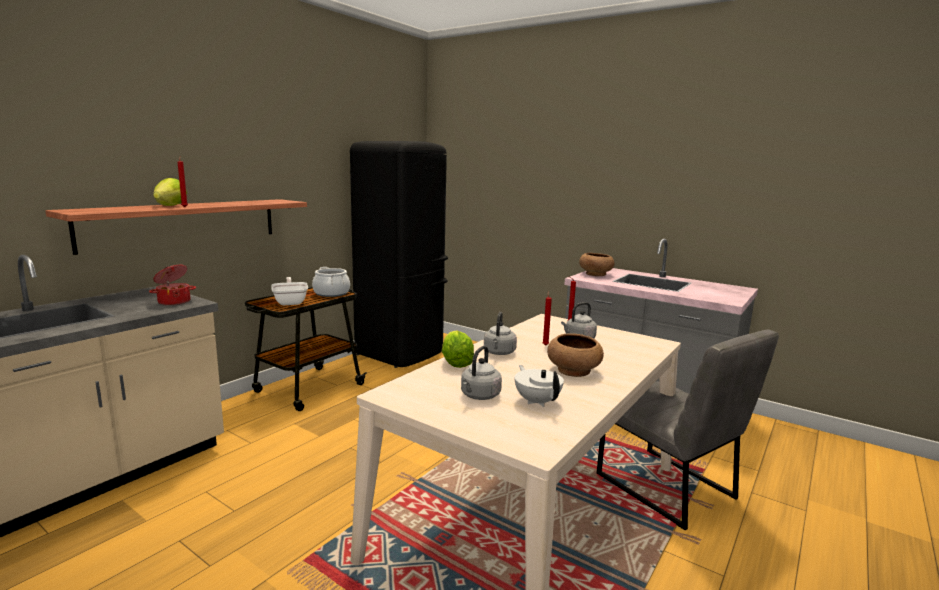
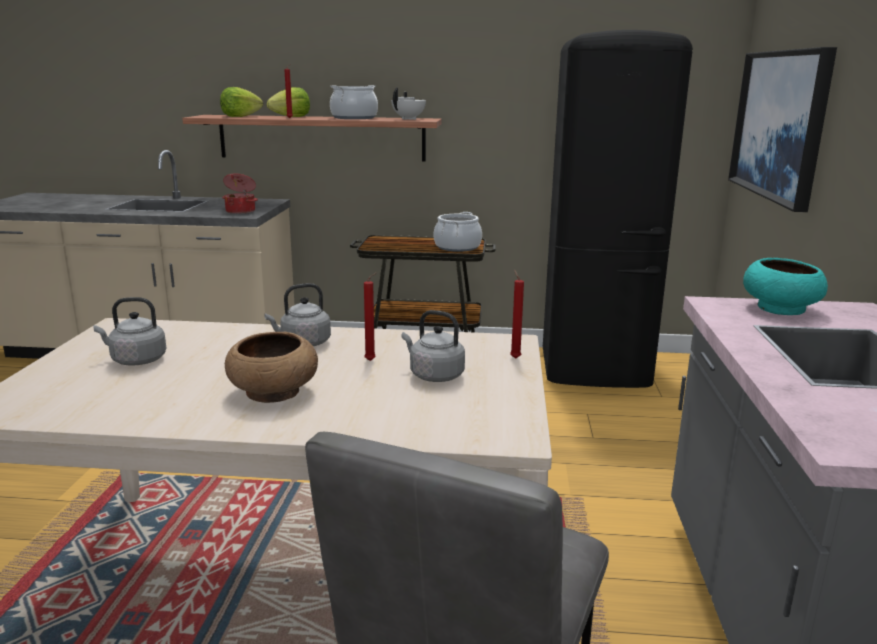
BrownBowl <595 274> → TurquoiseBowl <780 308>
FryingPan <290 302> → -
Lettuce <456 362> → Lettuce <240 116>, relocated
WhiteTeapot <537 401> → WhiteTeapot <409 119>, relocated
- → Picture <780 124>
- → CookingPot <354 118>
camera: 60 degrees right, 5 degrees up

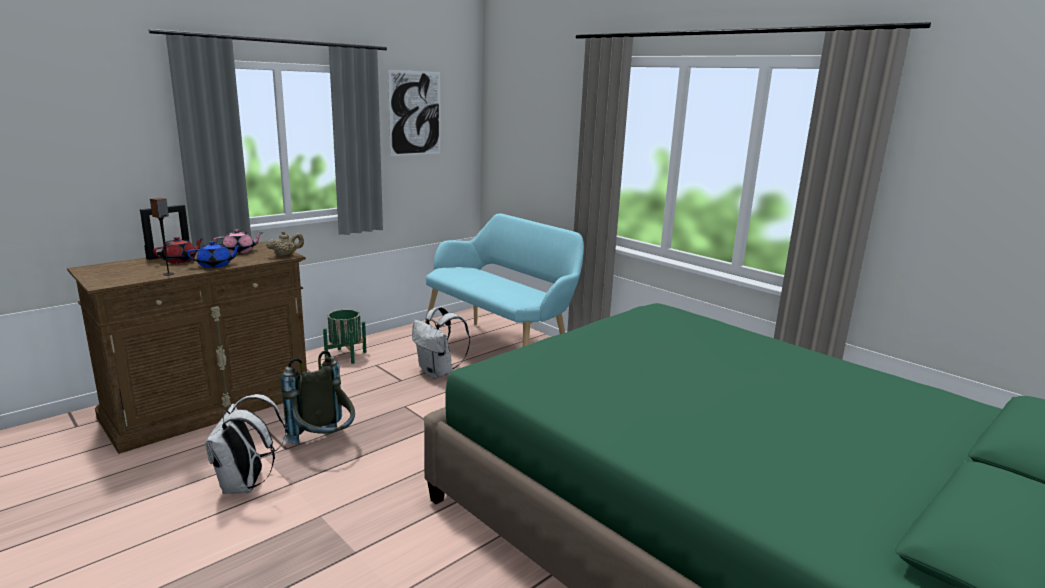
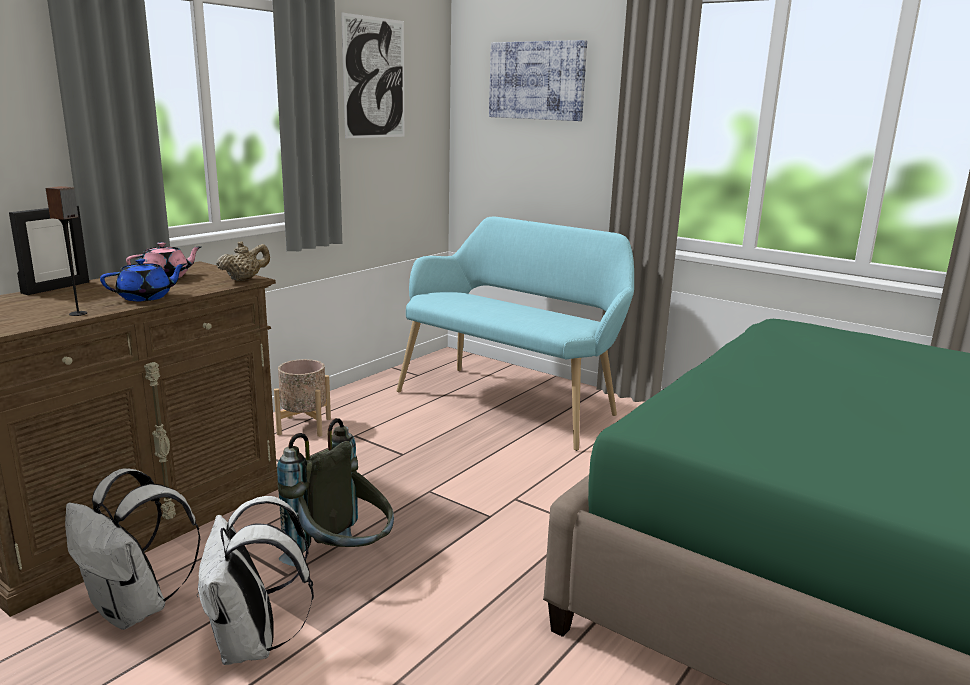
RedTeapot <180 260> → -
WhiteBackpack <438 372> → WhiteBackpack <135 609>, relocated
GreenPlanter <345 356> → BeigePlanter <304 426>
- → Picture <537 80>
camera: 10 degrees left, 0 degrees up

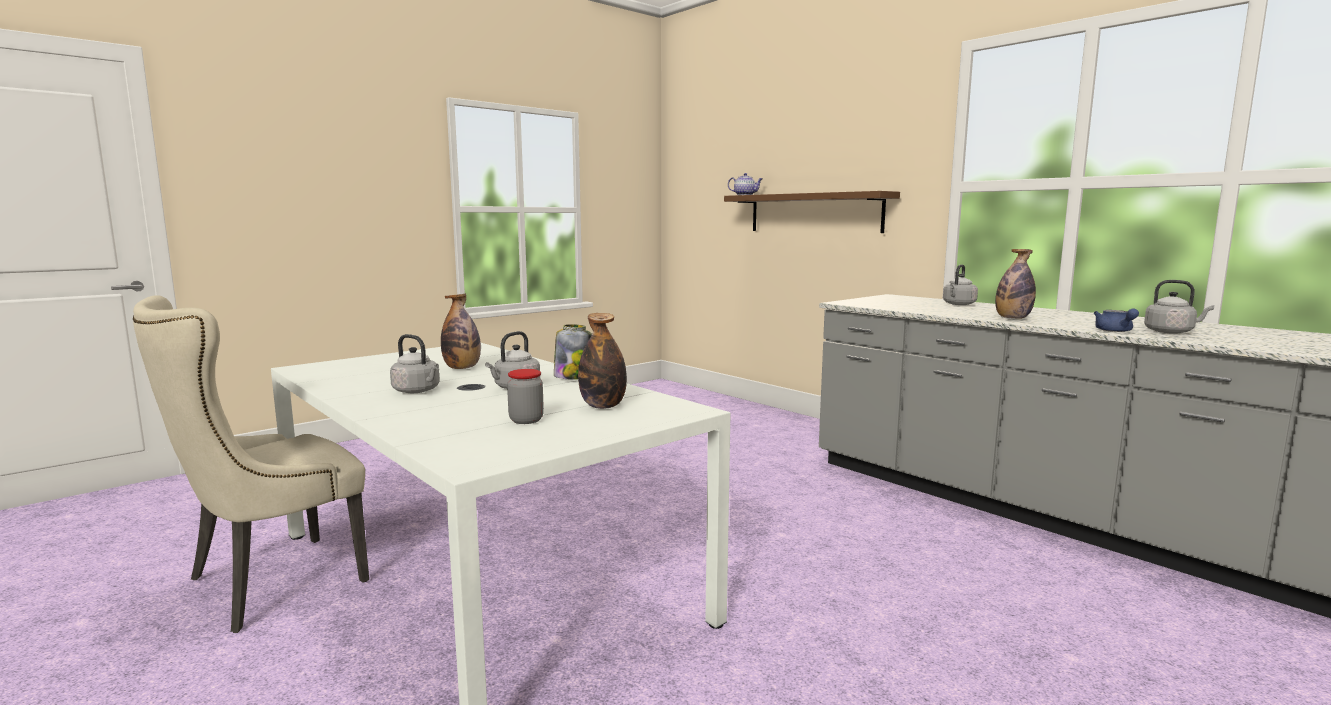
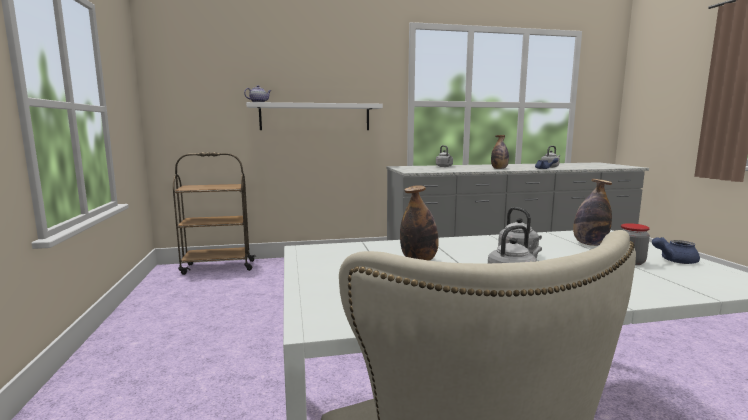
BrownShelf <814 213> → WhiteShelf <315 117>
Jar <572 377> → -
- → BrownCart <217 267>
- → BlueTeapot <673 260>
camera: 60 degrees left, 0 degrees up

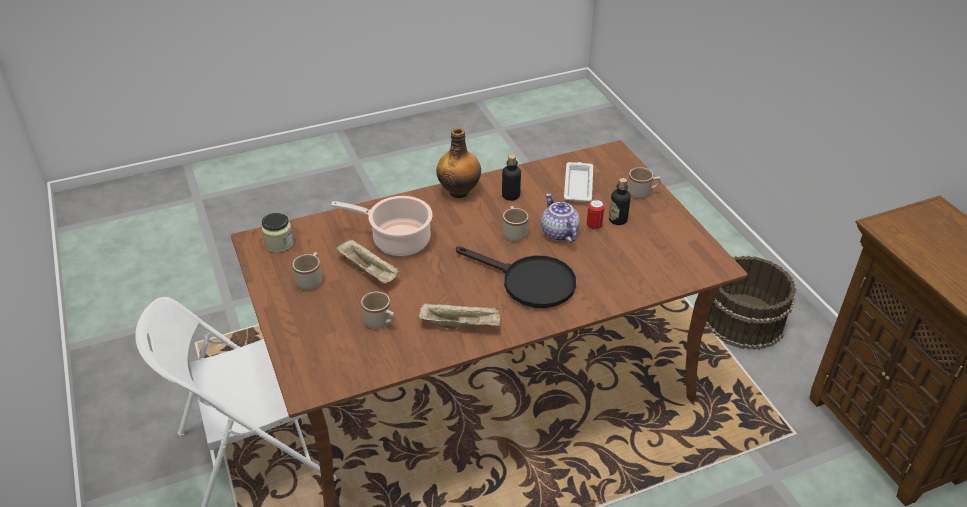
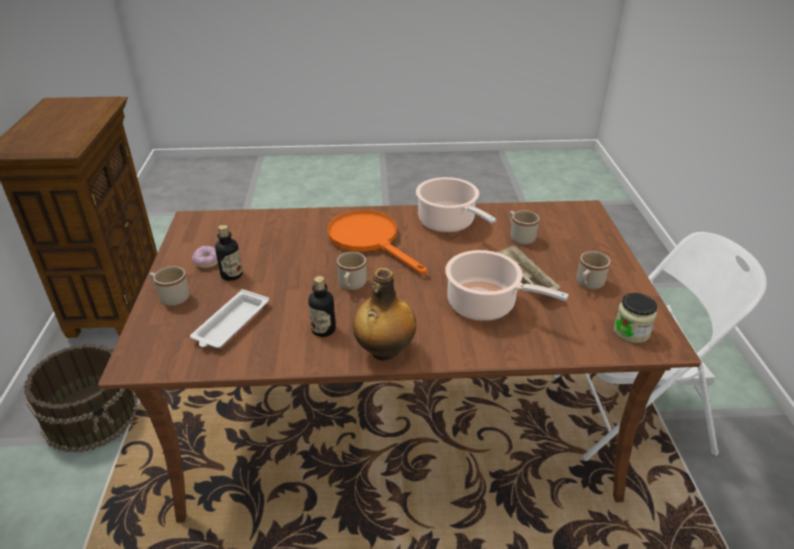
Teapot <558 233> → -
Can <594 227> → -
BlackFryingPan <529 282> → OrangeFryingPan <370 240>
BeigeTray <461 324> → CookingPot <448 223>
- → Donut <207 262>
camera: 160 degrees left, 5 degrees down

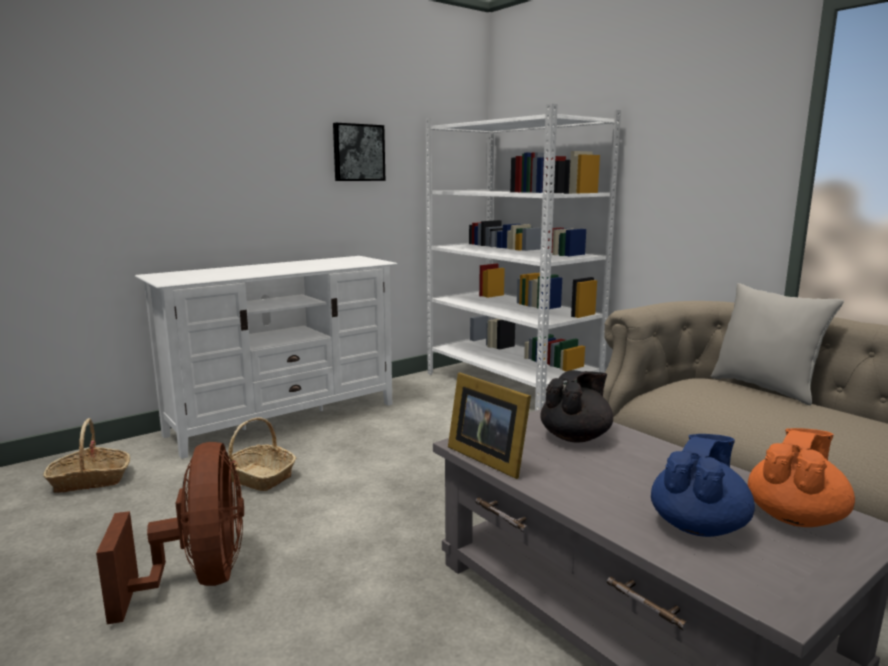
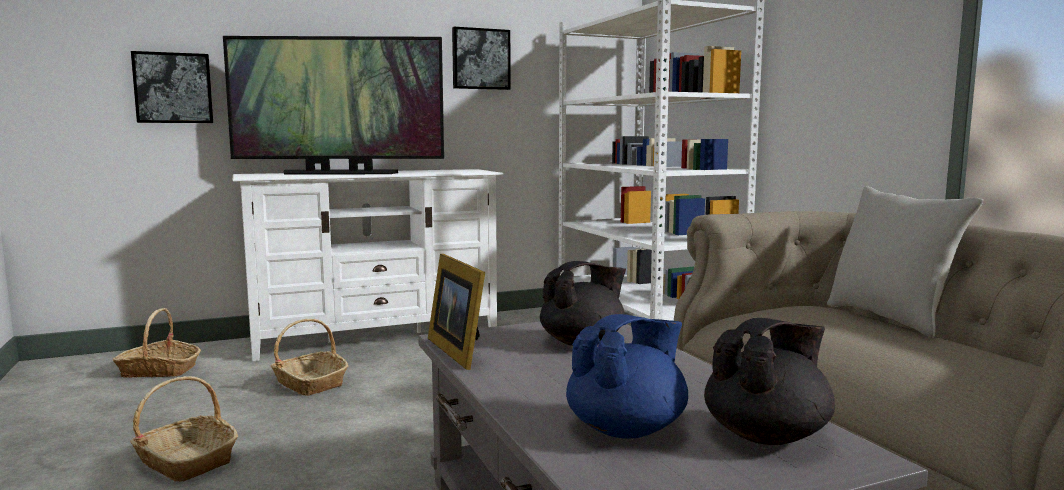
OrangeTeapot <795 517> → BlackTeapot <767 435>
BrownFan <199 578> → Basket <185 461>
- → Television <339 173>
- → Picture <173 88>
camera: 15 degrees right, 5 degrees down

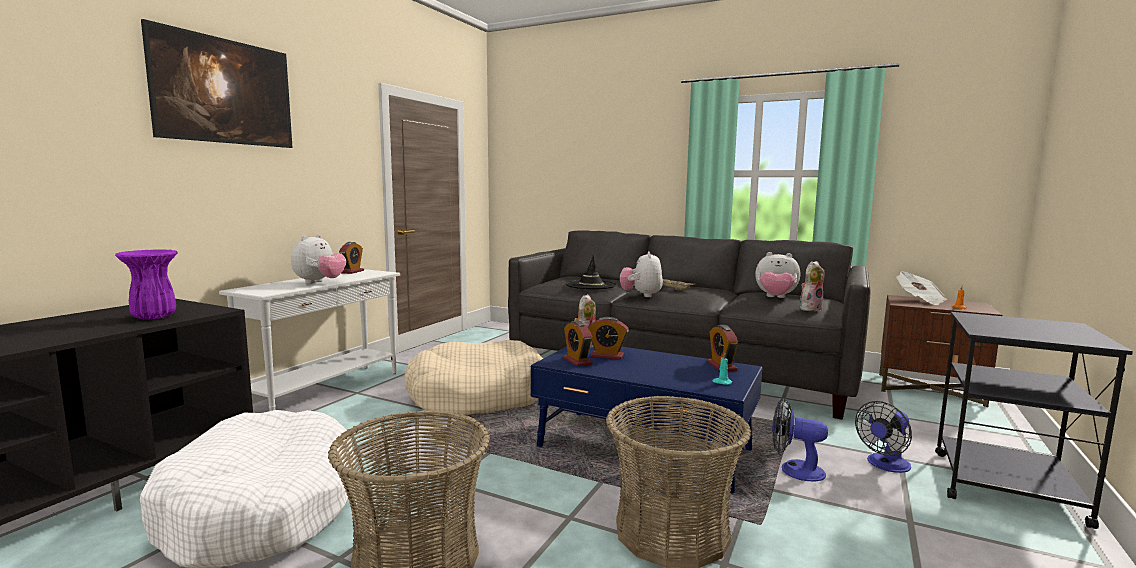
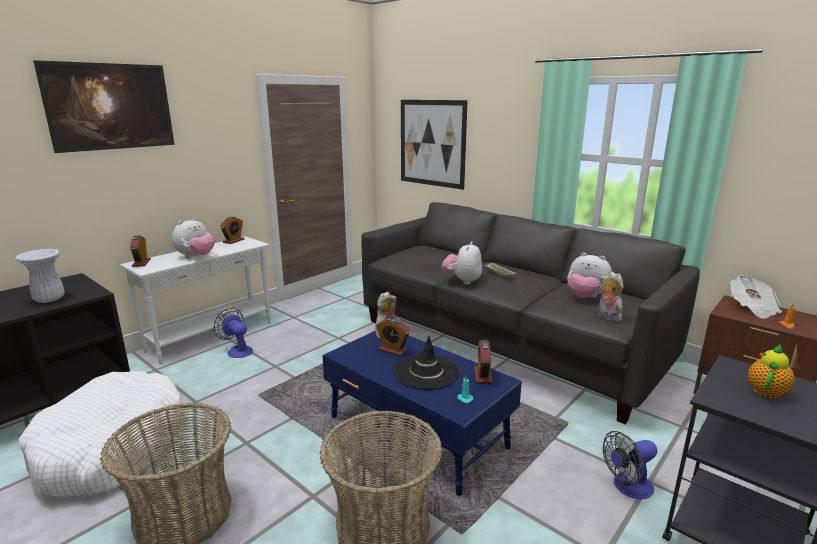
PurpleVase <154 317> → WhiteVase <50 299>
BlackHat <590 285> → BlackHat <426 372>, relocated
PlushToy <810 309> → PlushToy <607 317>, 105 degrees counterclockwise
AlarmClock <577 361> → AlarmClock <141 263>, relocated
BeigeDogBed <477 395> → -
Fan <794 470> → Fan <237 350>, relocated
- → Picture <432 143>
- → Teapot <767 391>
camera: 15 degrees right, 10 degrees up

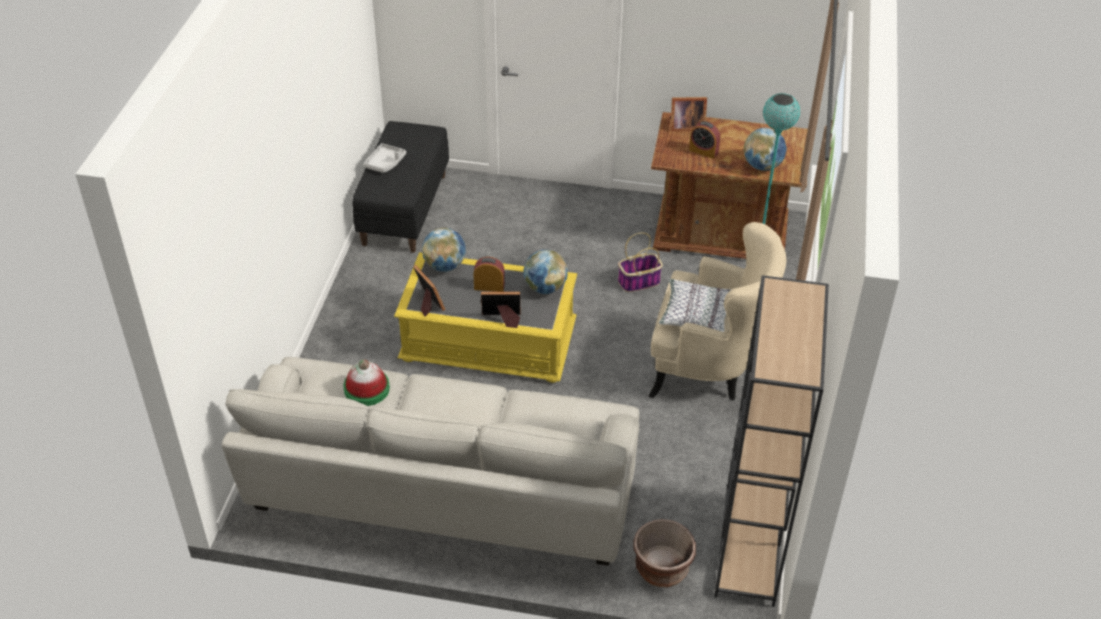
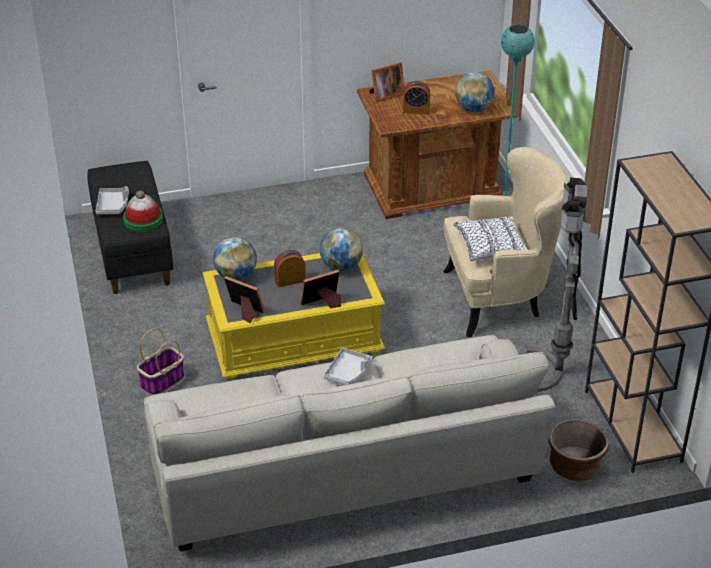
Basket <638 282> → Basket <162 382>, relocated
Hat <367 389> → Hat <143 219>, relocated
- → GreyFloorLamp <553 372>
- → GreyTray <348 372>
camera: 25 degrees left, 5 degrees down

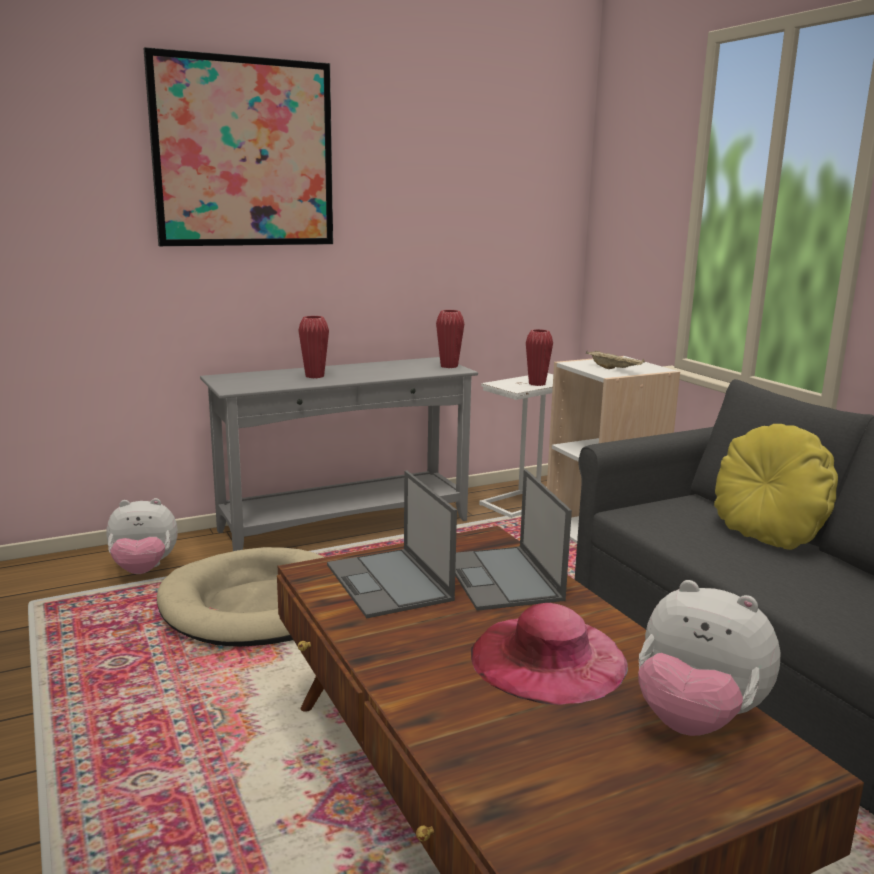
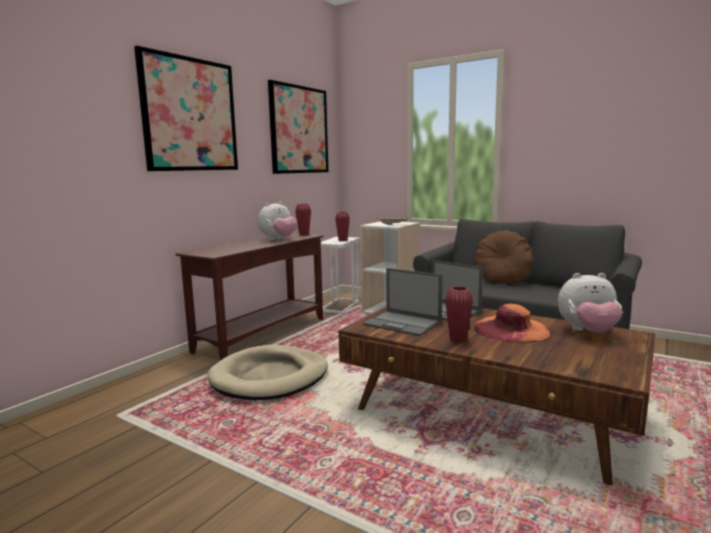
RedVase <314 376> → RedVase <458 340>, relocated
GreyConsoleTable <345 525> → BrownConsoleTable <262 334>
YellowPillow <766 537> → BrownPillow <502 282>
PlushToy <144 570> → PlushToy <278 239>, relocated
PinkHat <548 658> → OrangeHat <511 329>
- → Picture <299 130>
camera: 30 degrees left, 5 degrees down

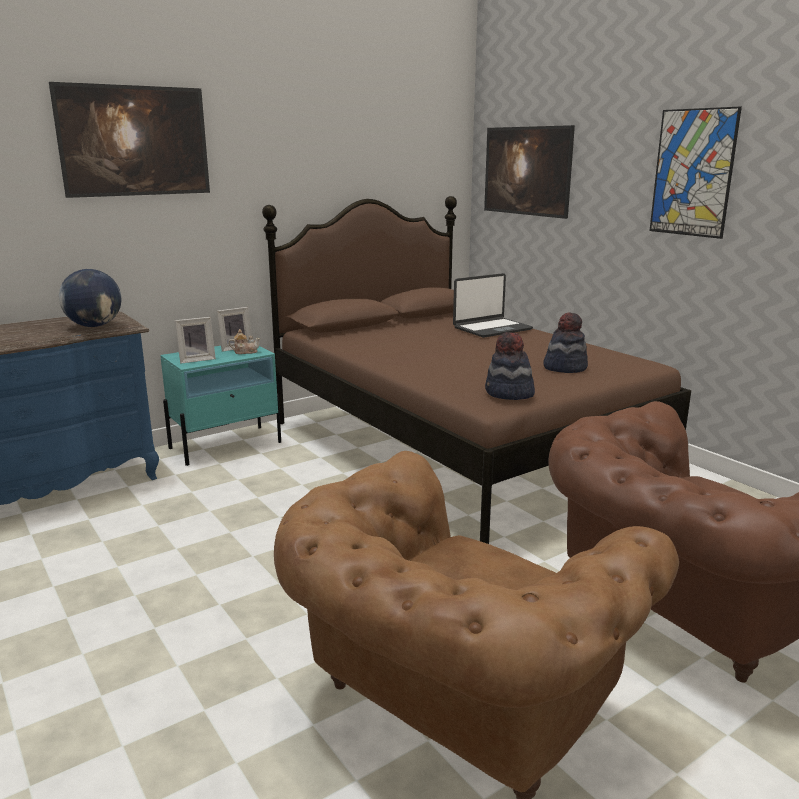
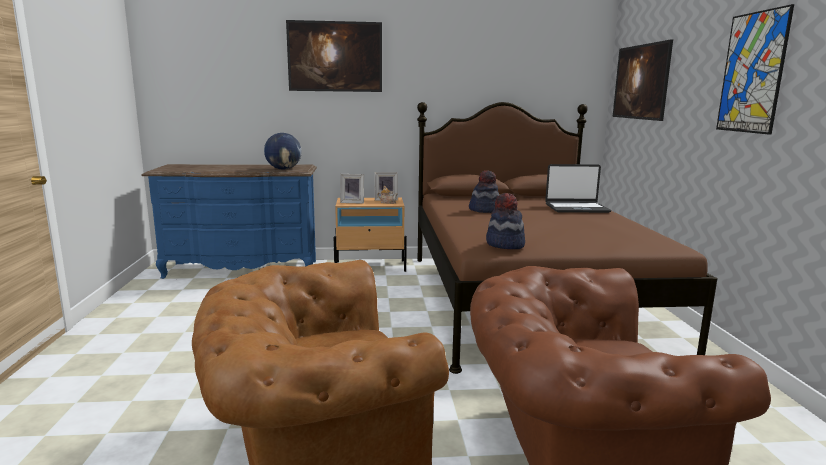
Hat <565 367> → Hat <484 210>, relocated
TurquoiseNightstand <226 445> → BeigeNightstand <370 266>
camera: 30 degrees right, 5 degrees down

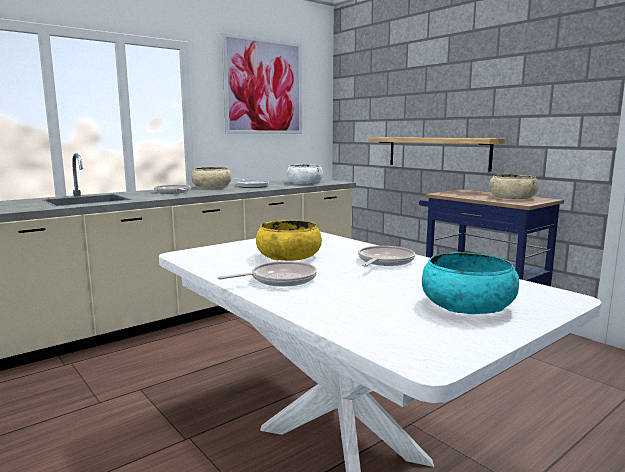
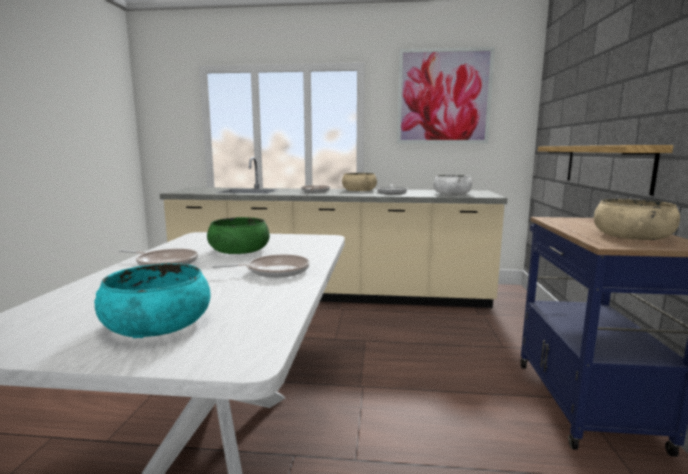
YellowBowl <289 256> → GreenBowl <239 250>
camera: 45 degrees right, 0 degrees up

